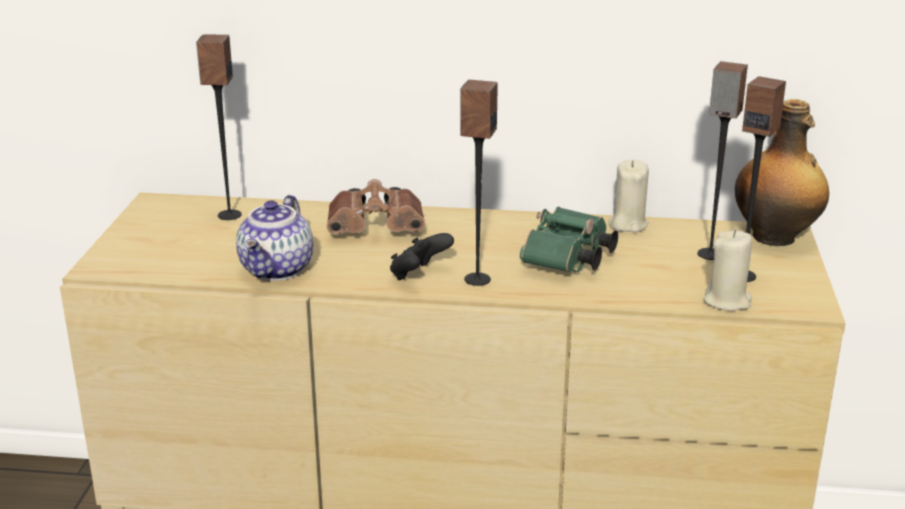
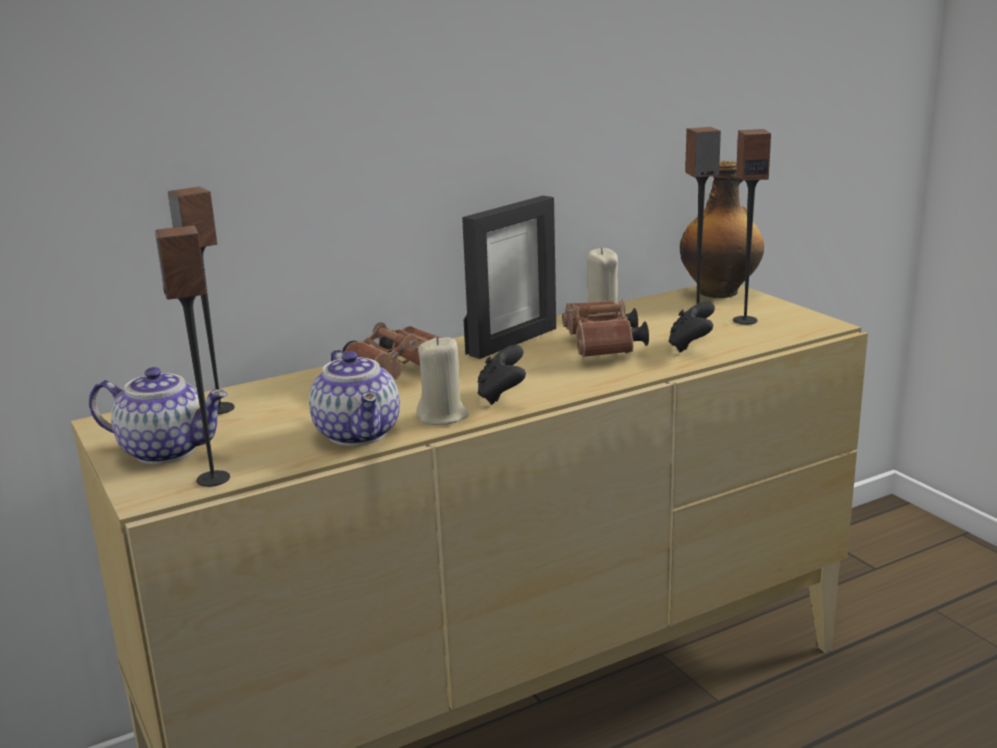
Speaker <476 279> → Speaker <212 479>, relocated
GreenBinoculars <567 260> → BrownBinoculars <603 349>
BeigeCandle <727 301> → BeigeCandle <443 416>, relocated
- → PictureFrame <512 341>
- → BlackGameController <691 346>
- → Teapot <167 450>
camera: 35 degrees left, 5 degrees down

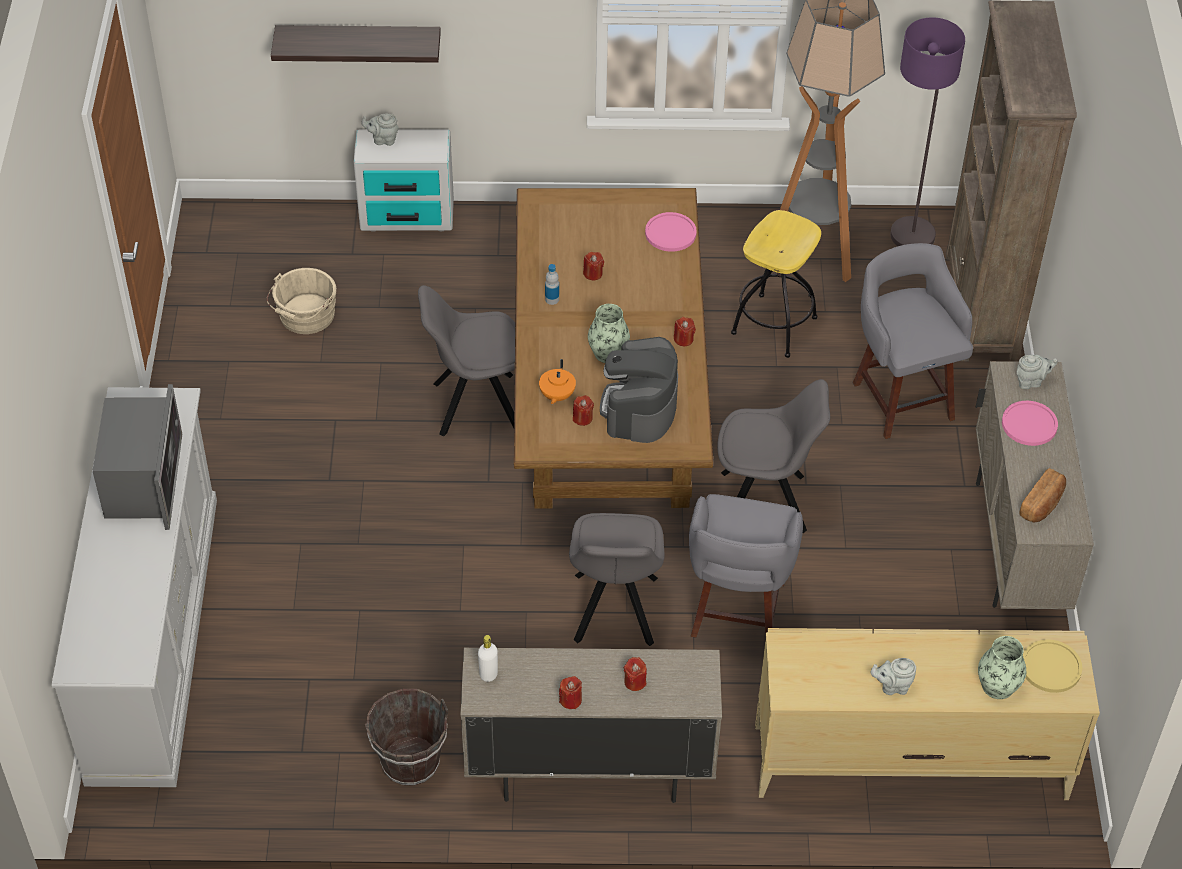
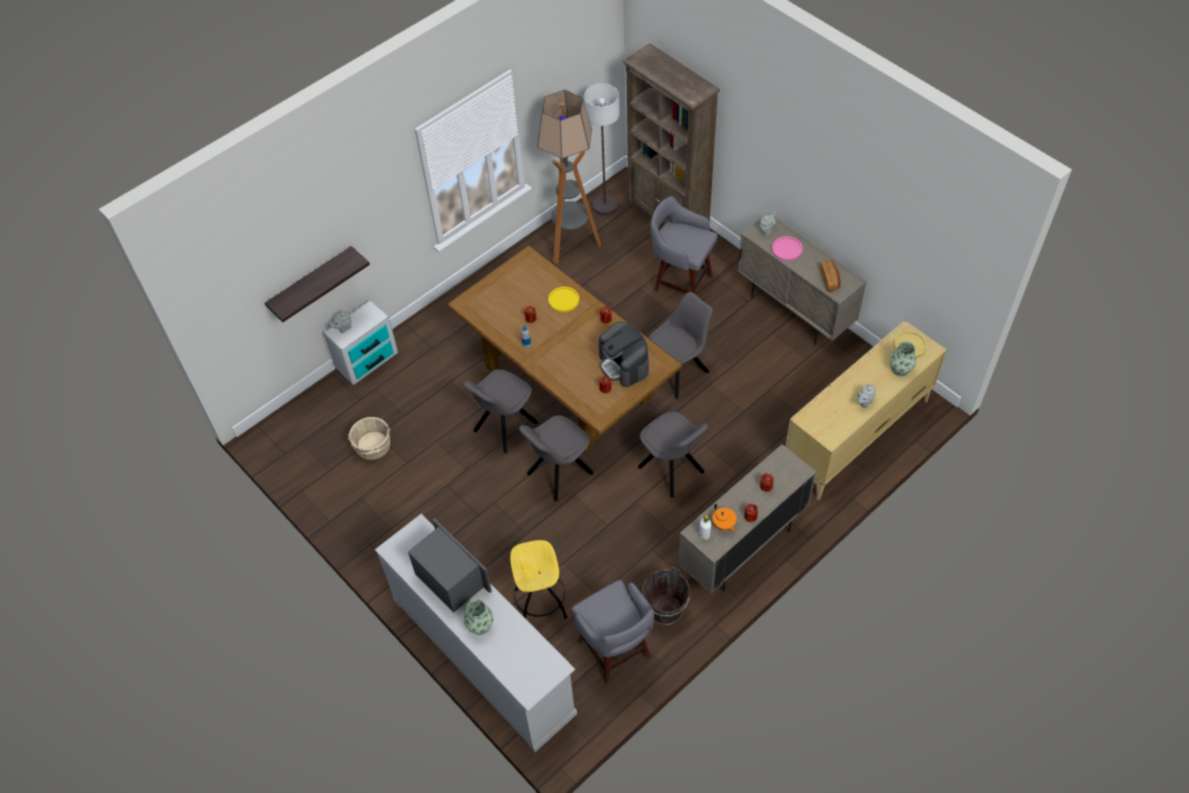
PurpleFloorLamp <905 243> → WhiteFloorLamp <605 211>
YellowStool <774 325> → YellowStool <540 603>, relocated
PinkPlate <670 233> → -
Vase <608 352> → Vase <480 625>, relocated
OrangeTeapot <556 396> → OrangeTeapot <723 524>, relocated
GreyStool <736 613> → GreyStool <615 652>, relocated
- → YellowPlate <563 300>
- → GreyChair <559 473>
camera: 40 degrees left, 5 degrees up

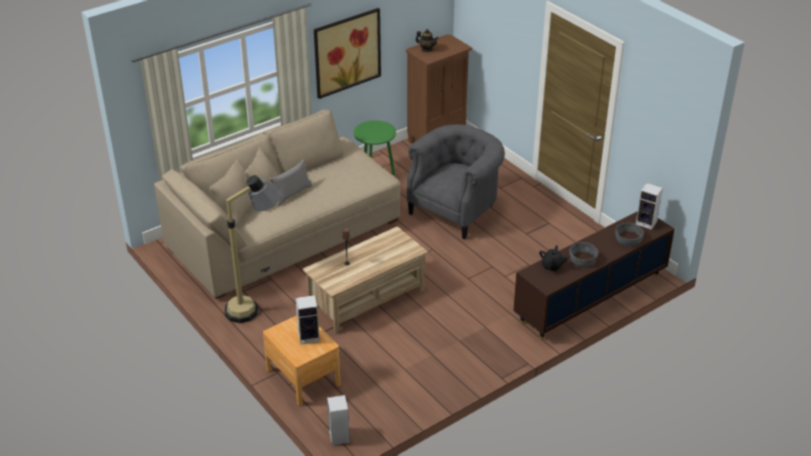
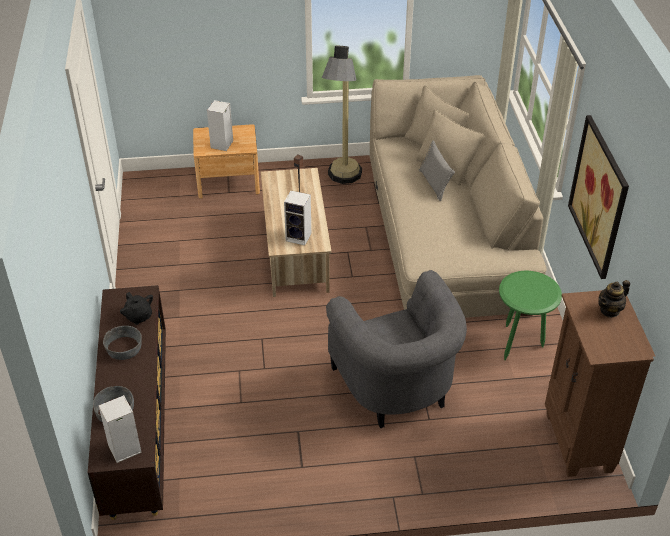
Speaker <338 436> → Speaker <299 237>, relocated
camera: 120 degrees right, 5 degrees up

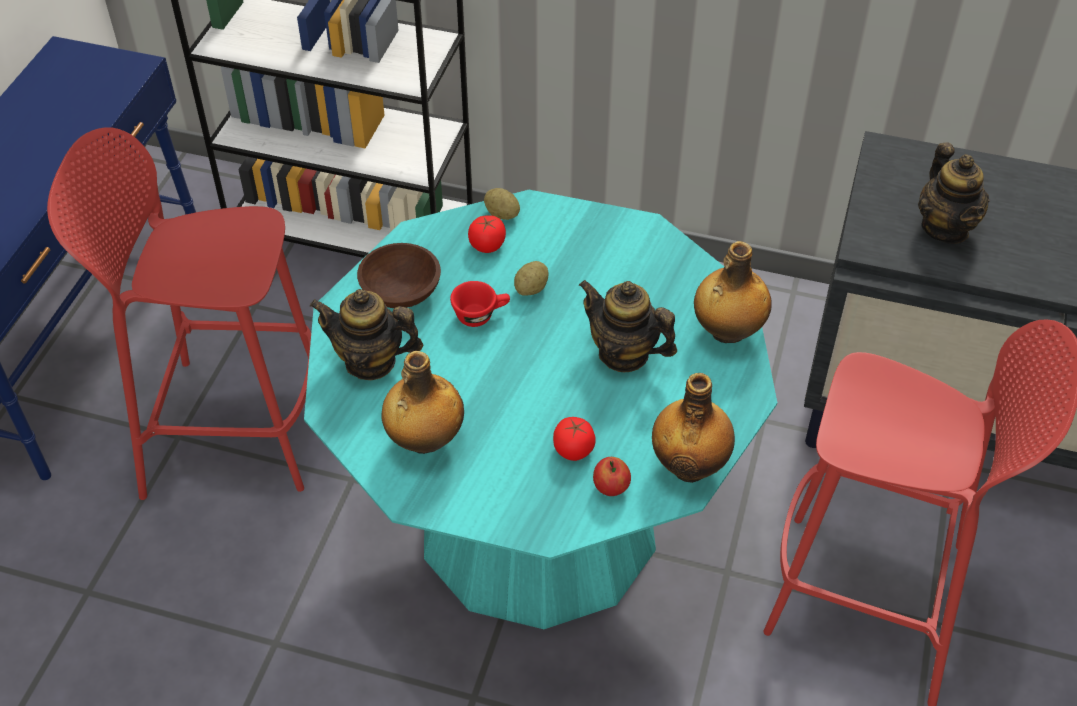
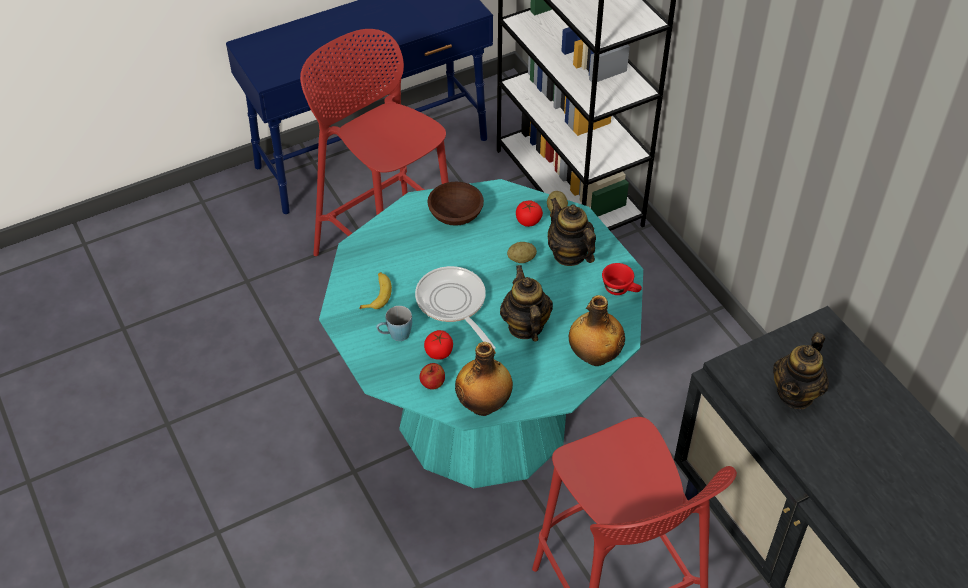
RedCup <481 315> → RedCup <621 289>, relocated
Teapot <371 361> → Teapot <569 254>, relocated
Bottle <424 440> → Banana <377 294>
- → FryingPan <453 304>
- → BlueMug <395 335>
camera: 45 degrees right, 0 degrees up

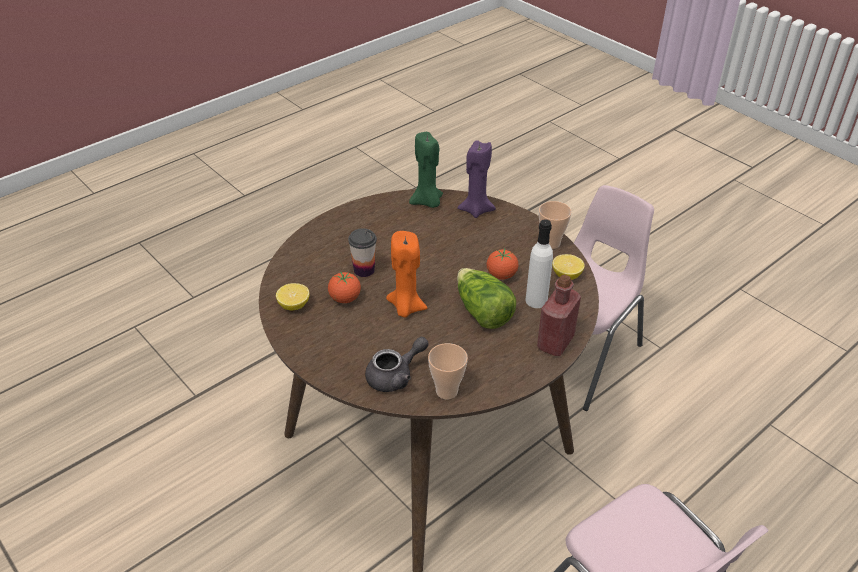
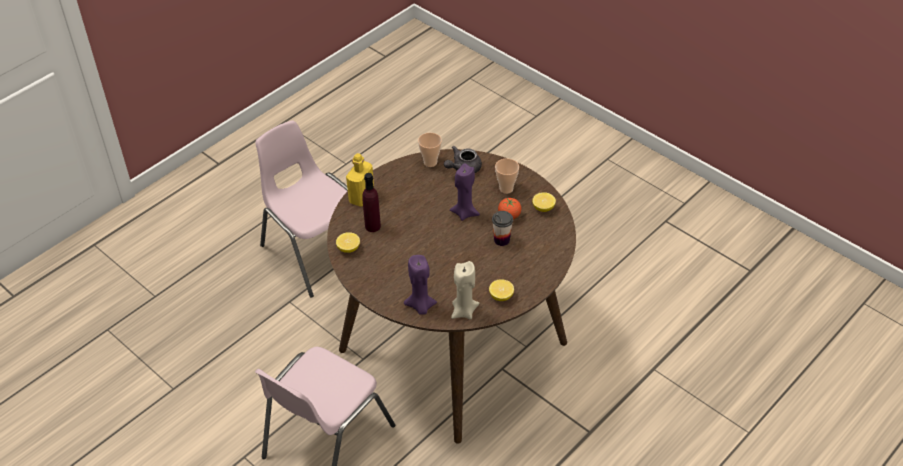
GreenCandle <427 202> → BeigeCandle <463 311>
Cup <551 243> → Cup <506 189>, relocated
WhiteBottle <536 300> → PurpleBottle <372 226>
OrangeCandle <406 308> → PurpleCandle <465 213>
Tomato <501 275> → -
Lettuce <482 312> → -
RedBottle <555 342> → YellowBottle <361 197>
- → Lemon <501 296>
camera: 175 degrees right, 5 degrees up

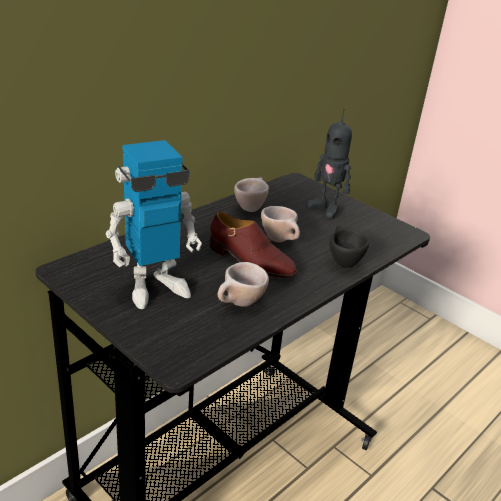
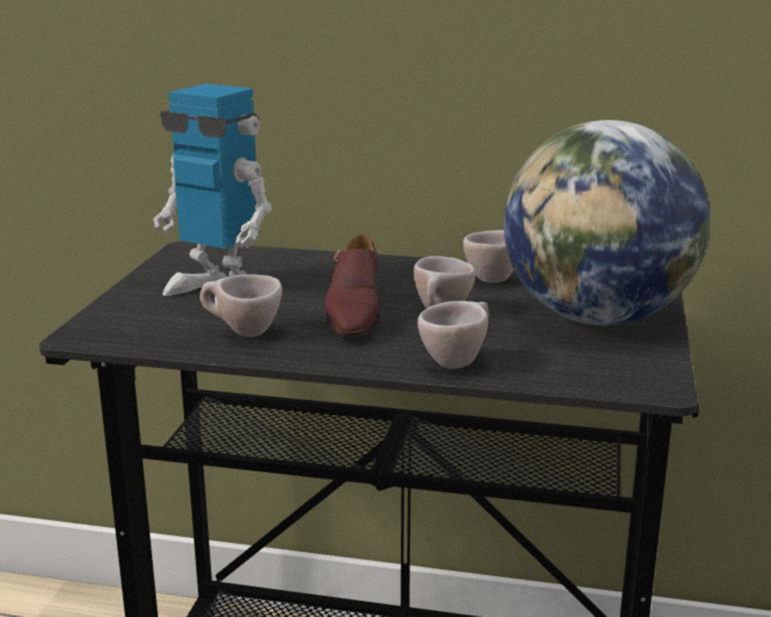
ToyRobot <326 209> → Globe <597 318>
BlackCup <341 261> → BeigeCup <457 360>
camera: 60 degrees right, 10 degrees down

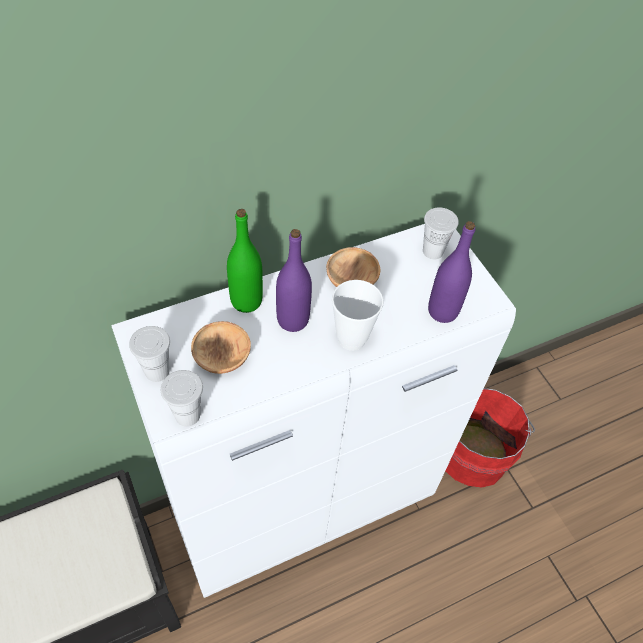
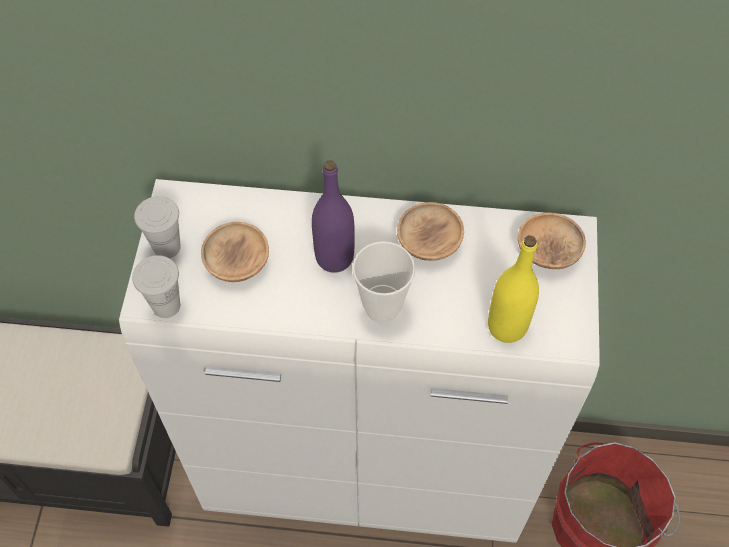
WhiteCup <433 251> → BrownBowl <548 251>
GreenBottle <246 301> → -
PurpleBottle <442 311> → YellowBottle <507 326>
camera: 35 degrees right, 5 degrees up

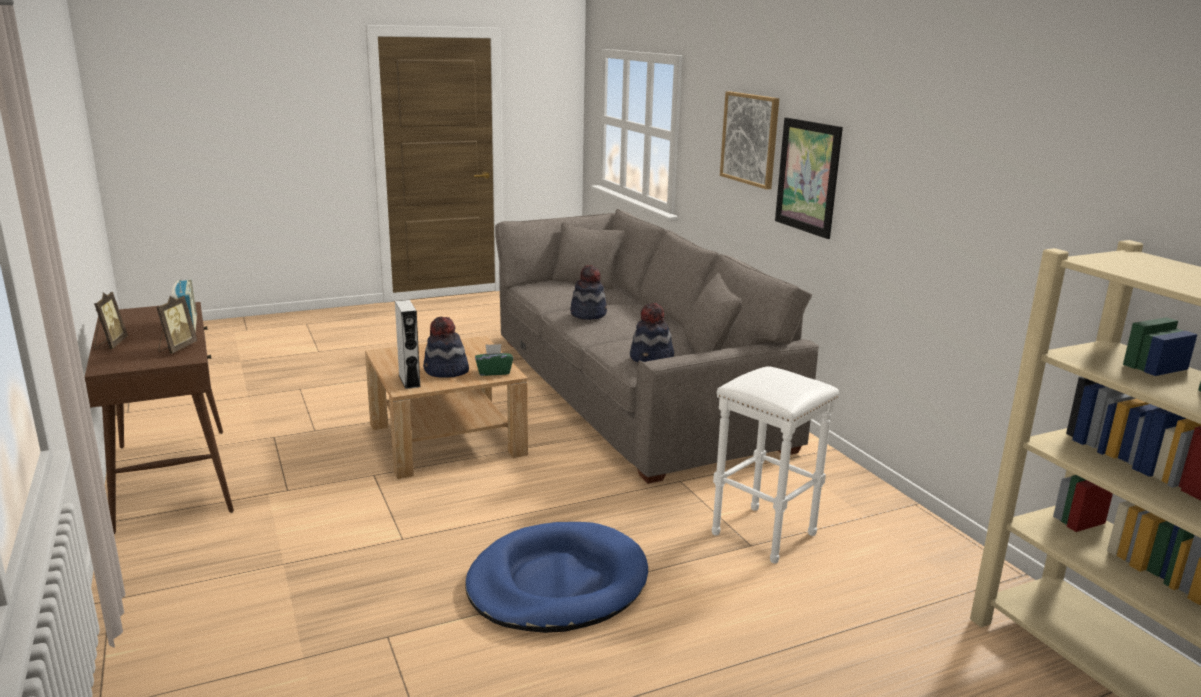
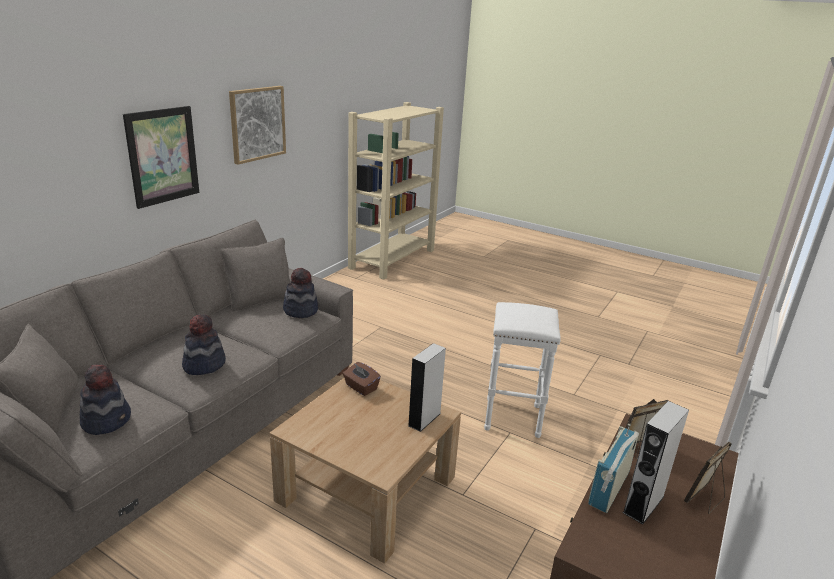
Picture <750 139> → Picture <257 123>, relocated
Hat <446 371> → Hat <107 420>, relocated
GreenTissueBox <493 372> → BrownTissueBox <361 387>
WhiteStool <764 535> → WhiteStool <514 416>, relocated
BlueDogBed <557 583> → -
- → GreySpeaker <643 504>
camera: 125 degrees left, 5 degrees up

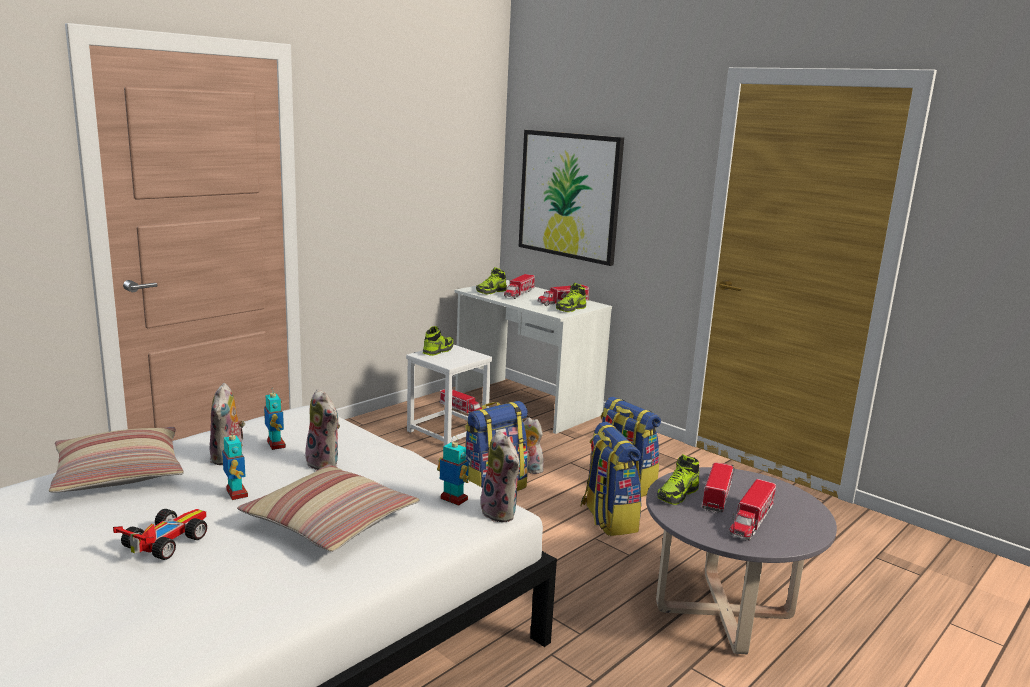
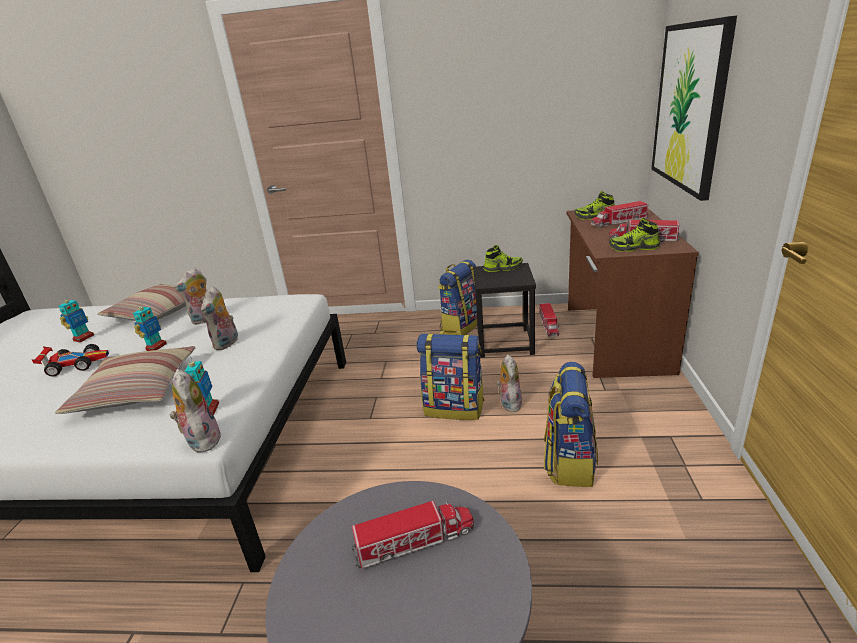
WhiteDesk <526 404> → BrownDesk <614 338>
WhiteStool <447 432> → BlackStool <504 342>
ToyRobot <275 445> → ToyRobot <83 338>, relocated
Backpack <608 519> → Backpack <461 326>, relocated
PlushToy <501 512> → PlushToy <202 440>, 135 degrees clockwise
Shoe <677 494> → -
ToyTruck <751 520> → -
camera: 55 degrees right, 10 degrees up

